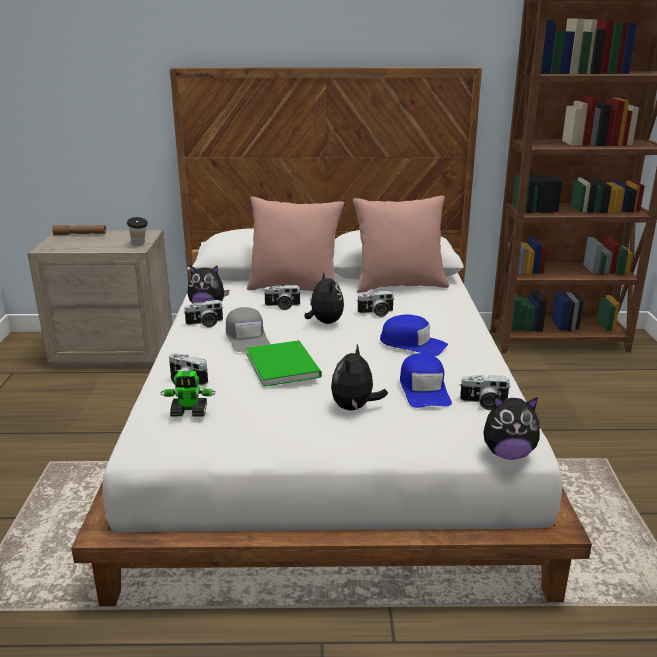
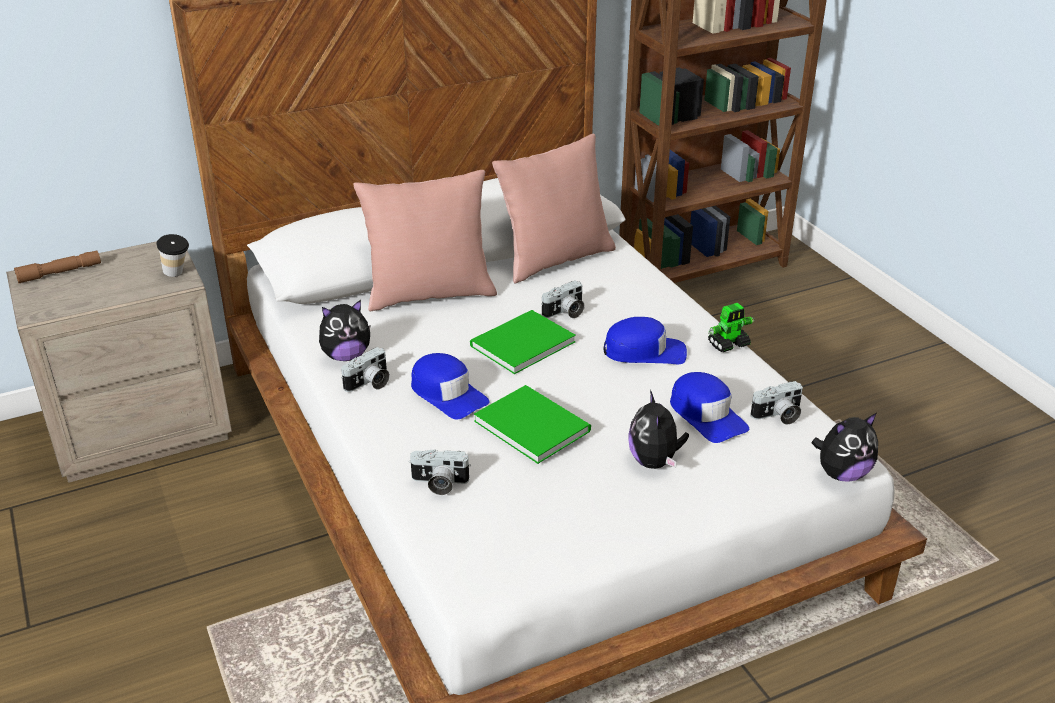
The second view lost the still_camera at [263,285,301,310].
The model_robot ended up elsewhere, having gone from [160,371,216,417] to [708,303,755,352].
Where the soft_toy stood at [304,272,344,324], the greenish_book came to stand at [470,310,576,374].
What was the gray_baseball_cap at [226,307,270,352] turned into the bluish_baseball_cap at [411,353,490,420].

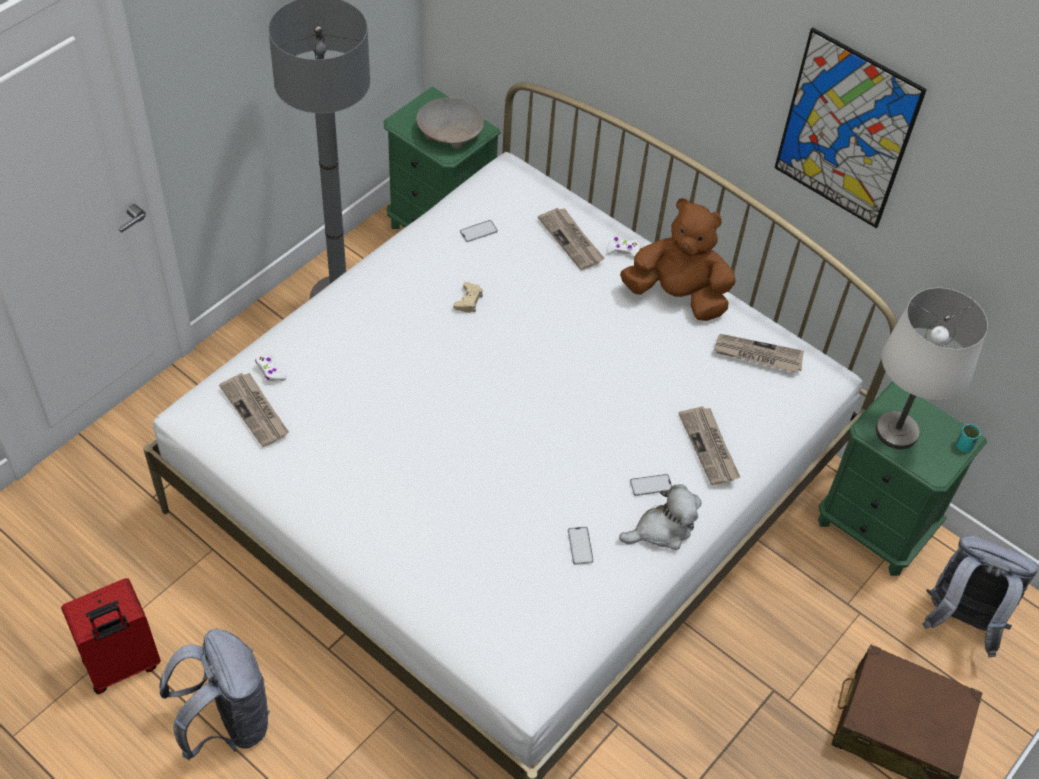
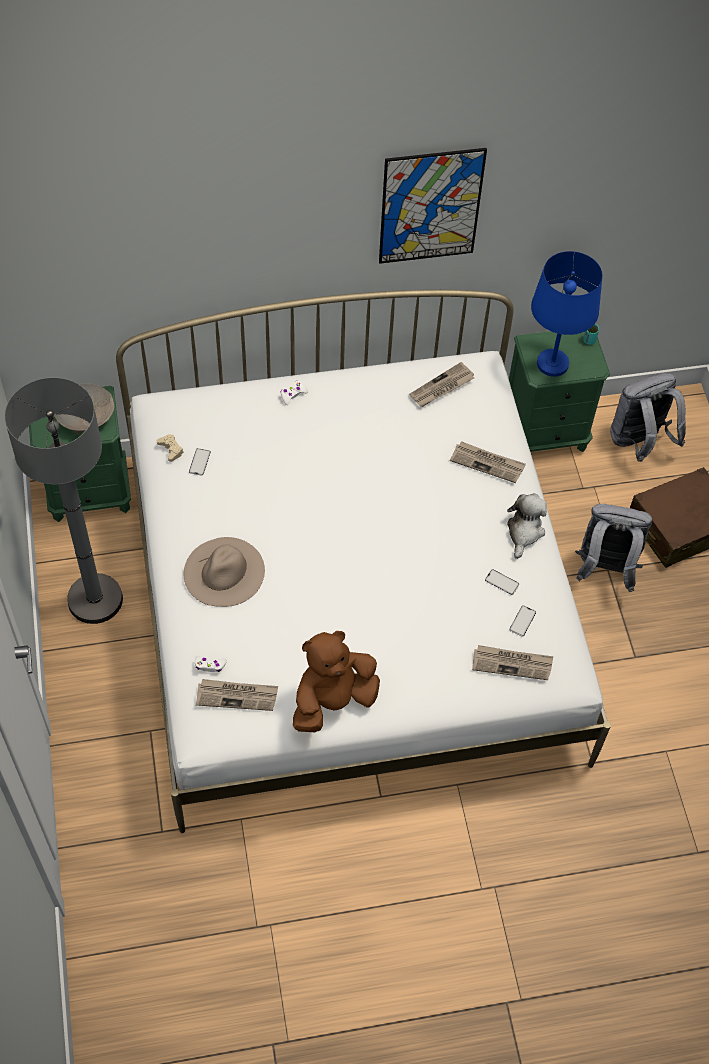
The second view lost the red_suitcase at [61,578,161,694].
The second view gained the sand-coloured_hat at [184,537,265,607].
The gray_rucksack ended up elsewhere, having gone from [160,629,270,761] to [575,504,652,592].
The sand-coloured_joypad ended up elsewhere, having gone from [453,282,483,313] to [157,434,184,462].
The newspaper ended up elsewhere, having gone from [538,208,605,270] to [472,645,553,680].
The brown_soft_toy ended up elsewhere, having gone from [620,198,736,321] to [293,631,380,732].
The telephone ended up elsewhere, having gone from [630,474,672,496] to [509,605,536,637].
What was the white_table_lamp at [876,288,988,449] turned into the bluish_table_lamp at [531,251,603,377].

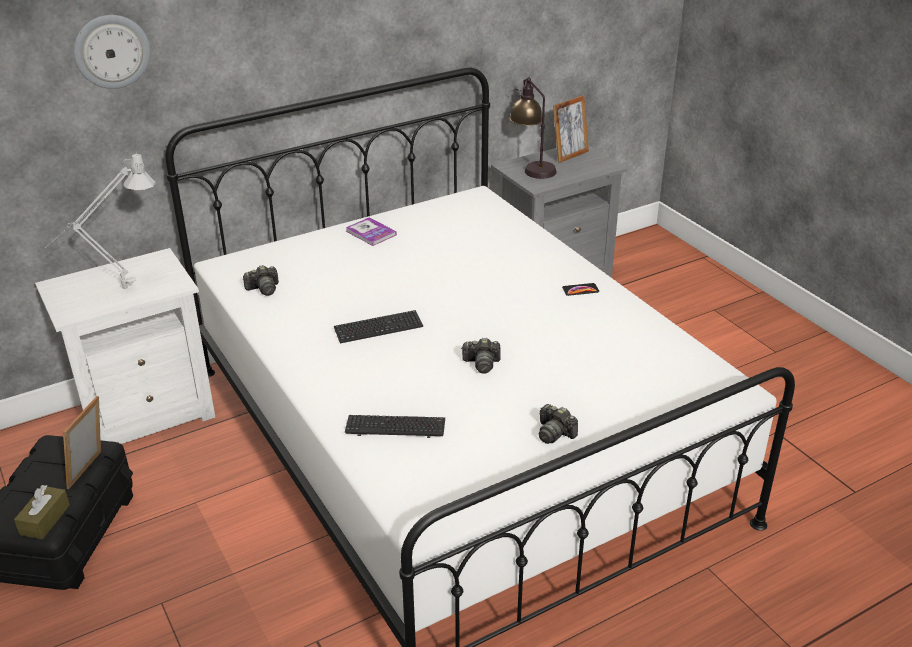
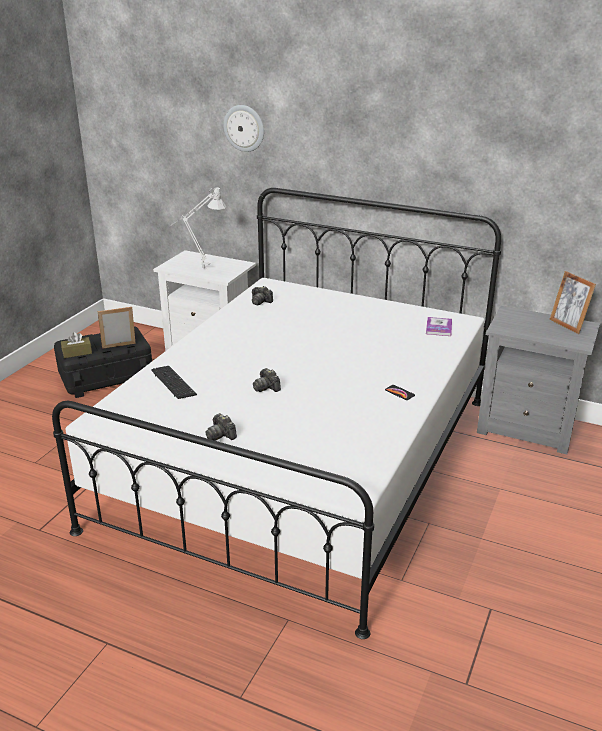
The second view lost the PC_keyboard at [334,310,423,343].
The second view lost the table_lamp at [510,77,557,179].
The book ended up elsewhere, having gone from [346,217,397,246] to [426,317,452,336].
The still_camera at [539,404,578,444] ended up facing another way, 45 degrees counterclockwise from before.
The standing_frame at [553,95,589,163] ended up facing another way, 45 degrees clockwise from before.

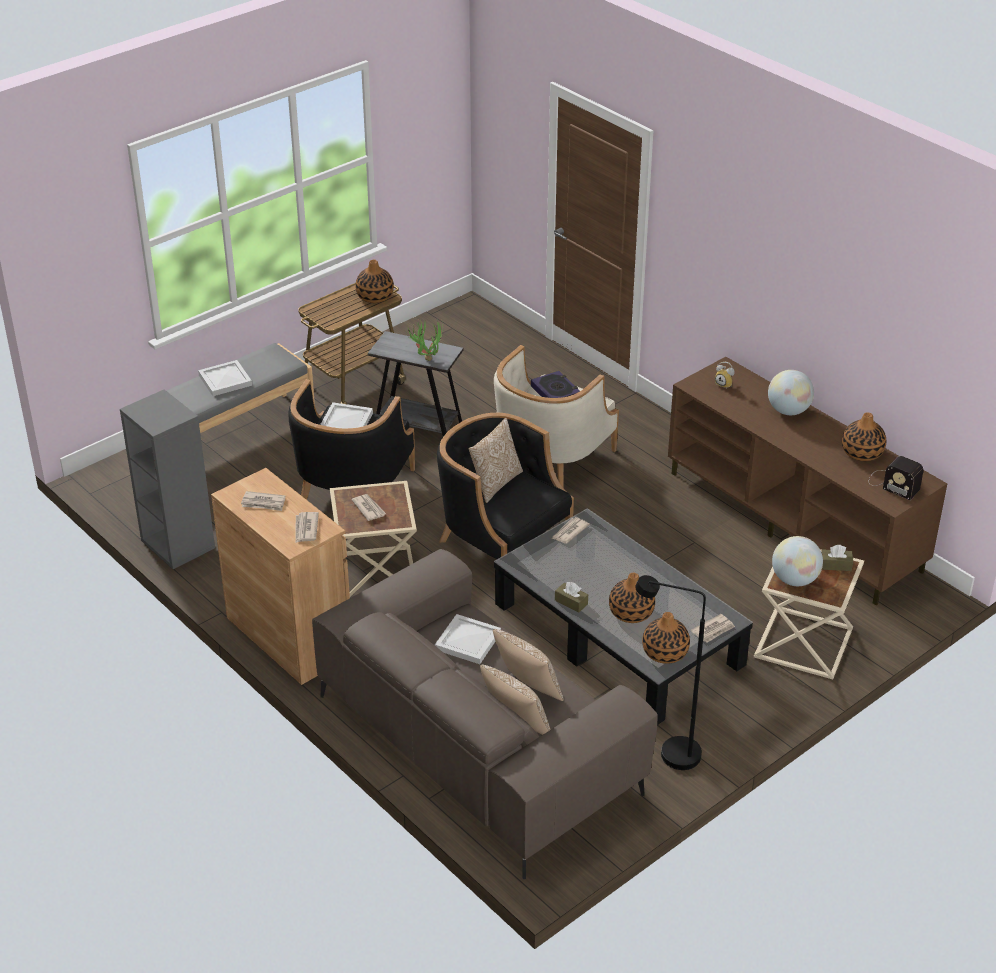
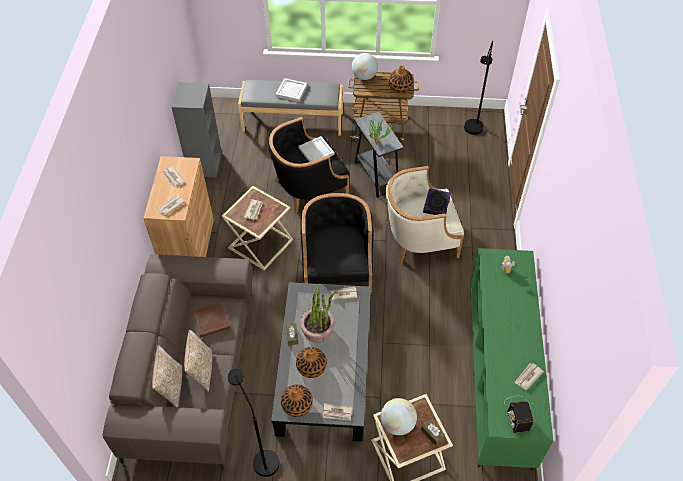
The second view lost the cushion at [469,418,523,503].
The second view gained the plant_in_a_pot at [300,286,338,343].
The second view gained the blackish_standing_lamp at [464,41,493,135].
The globe ended up elsewhere, having gone from [768,370,814,415] to [352,53,378,80].
Where the decorative_vase stood at [842,413,886,461], the newspaper came to stand at [514,363,544,390].
What was the white_carrying_tray at [435,614,501,664] turned into the brown_carrying_tray at [192,301,231,338].
What was the brown_media_console at [668,357,947,605] turned into the greenish_media_console at [470,248,553,471].

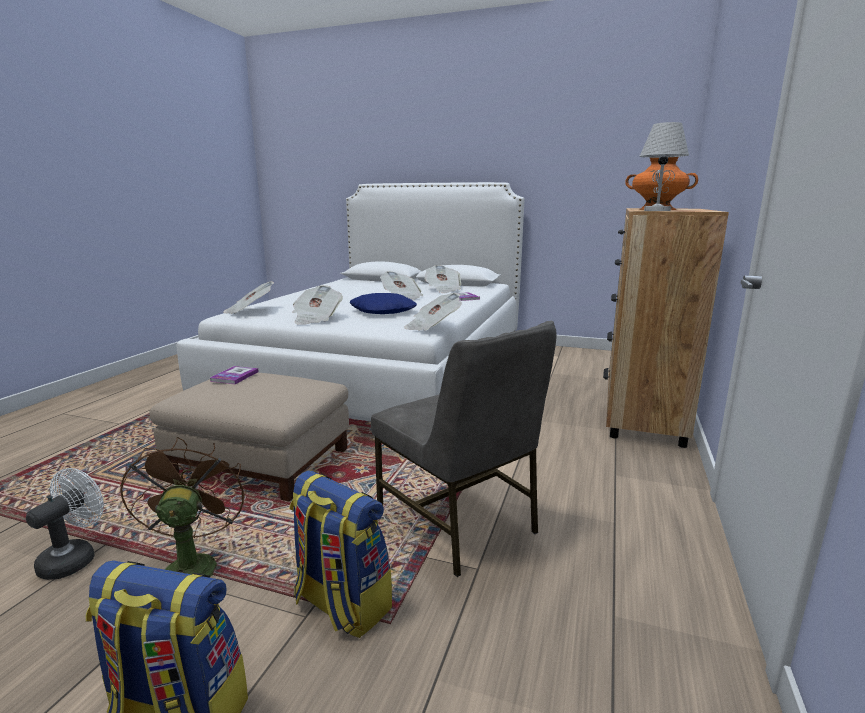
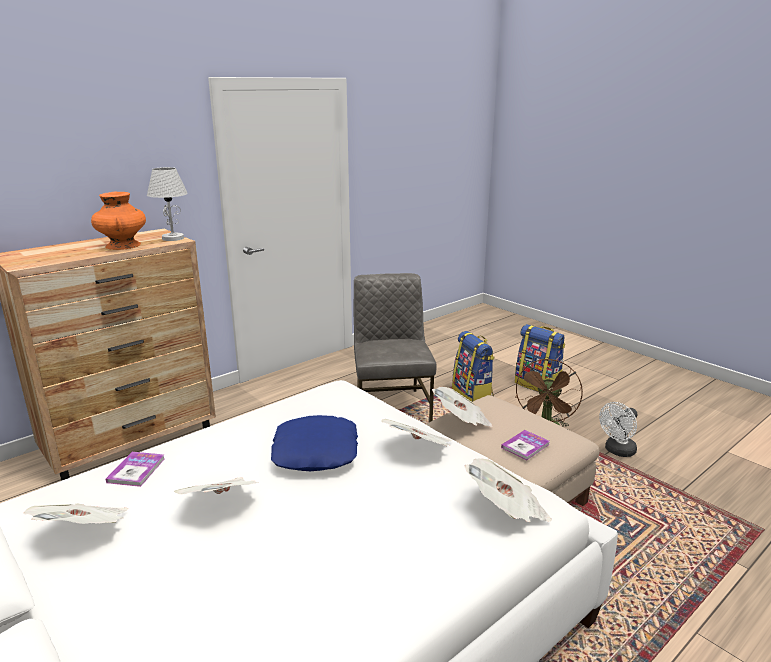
The newspaper ended up elsewhere, having gone from [404,293,462,331] to [432,387,493,427].

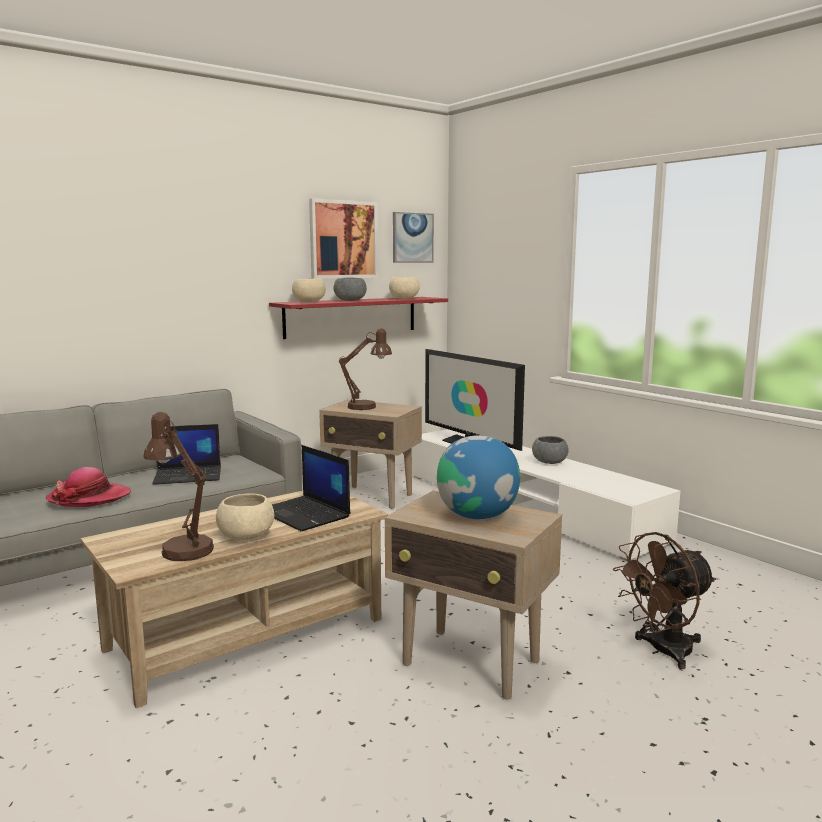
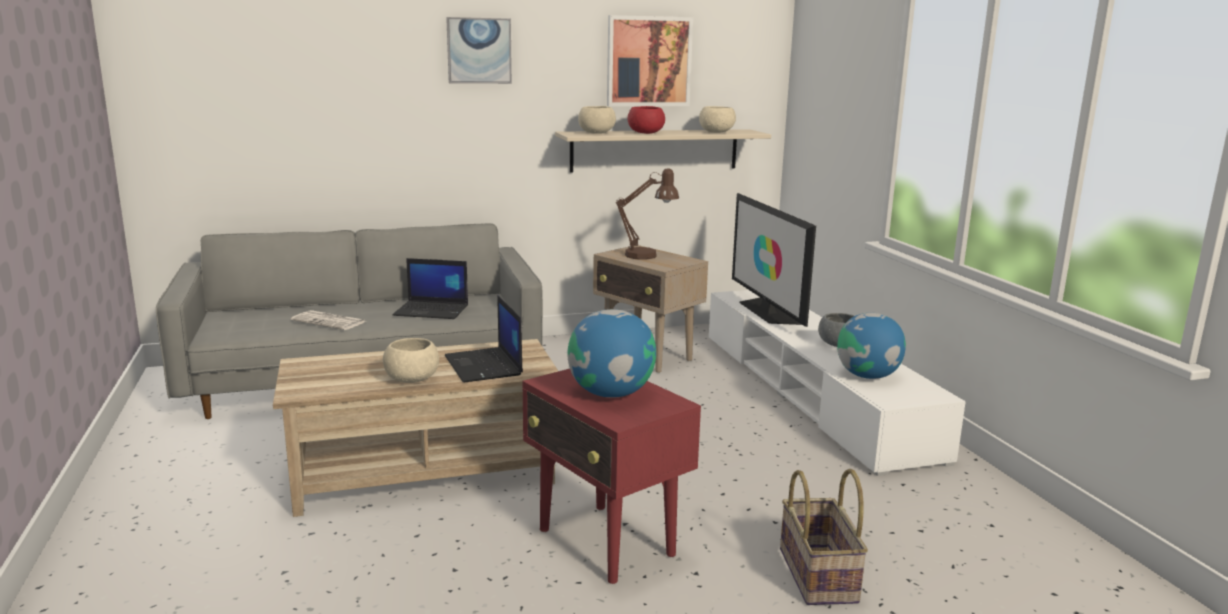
The second view lost the brown_table_lamp at [143,412,214,561].
The second view gained the globe at [837,313,906,379].
The wall_art ended up elsewhere, having gone from [393,212,434,263] to [446,17,512,84].
Where the hat stood at [45,467,131,507], the newspaper came to stand at [291,310,366,330].
Where the brown_fan stood at [613,532,716,669], the household_basket came to stand at [780,469,868,605].
What was the red_wall_shelf at [269,297,448,339] turned into the sand-coloured_wall_shelf at [555,129,771,172].
What was the gray_serving_bowl at [333,278,367,301] turned into the red_serving_bowl at [628,106,665,134].
What was the sand-coloured_accent_table at [385,490,562,700] turned into the red_accent_table at [523,369,701,584].

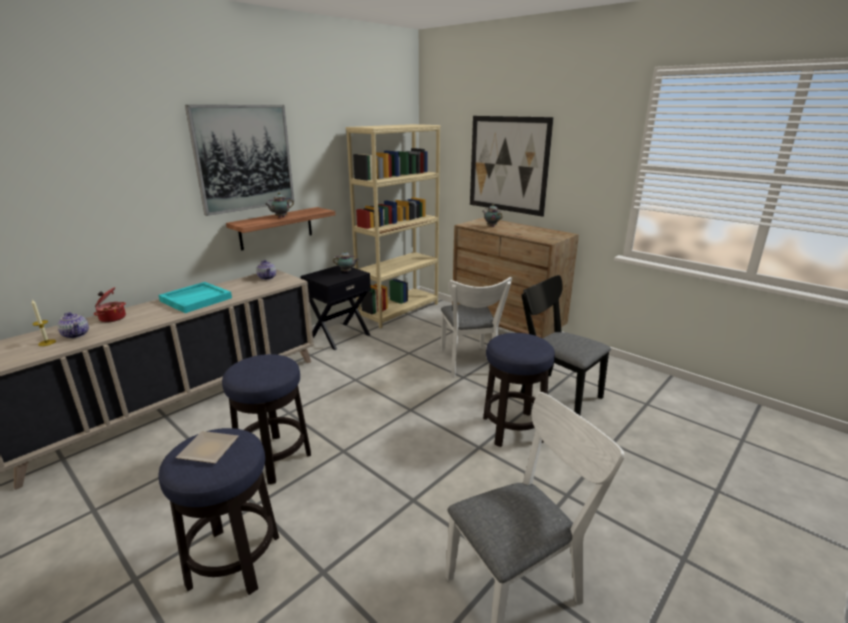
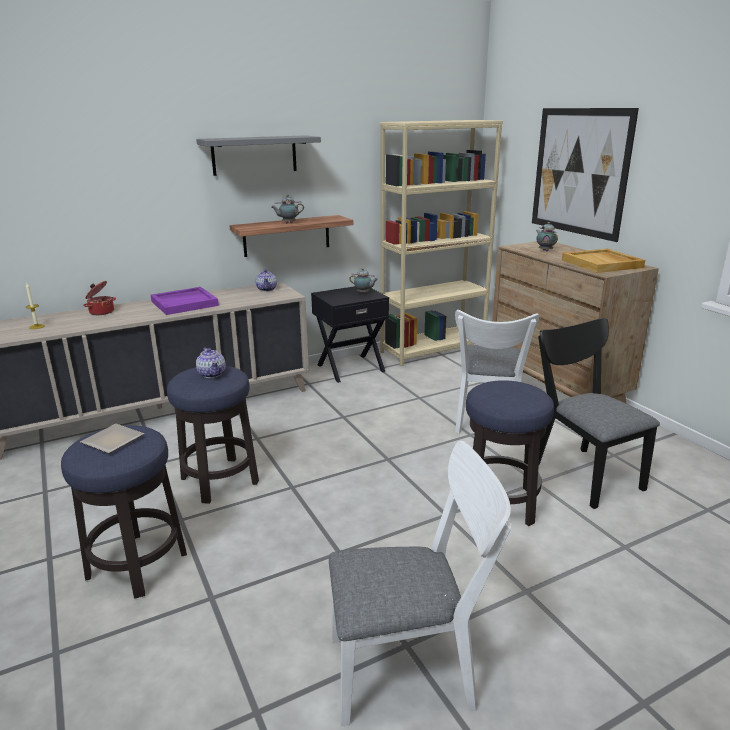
The second view gained the sand-coloured_carrying_tray at [562,249,645,273].
The tea_pot ended up elsewhere, having gone from [57,312,89,339] to [196,348,226,378].
Where the wall_art hung at [185,105,294,216], the gray_wall_shelf came to hang at [196,135,321,176].
What was the blue-green_carrying_tray at [158,282,232,313] turned into the purple-coloured_carrying_tray at [151,287,219,315].

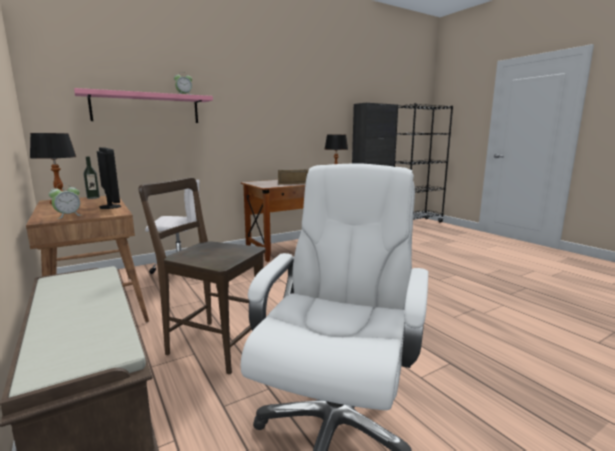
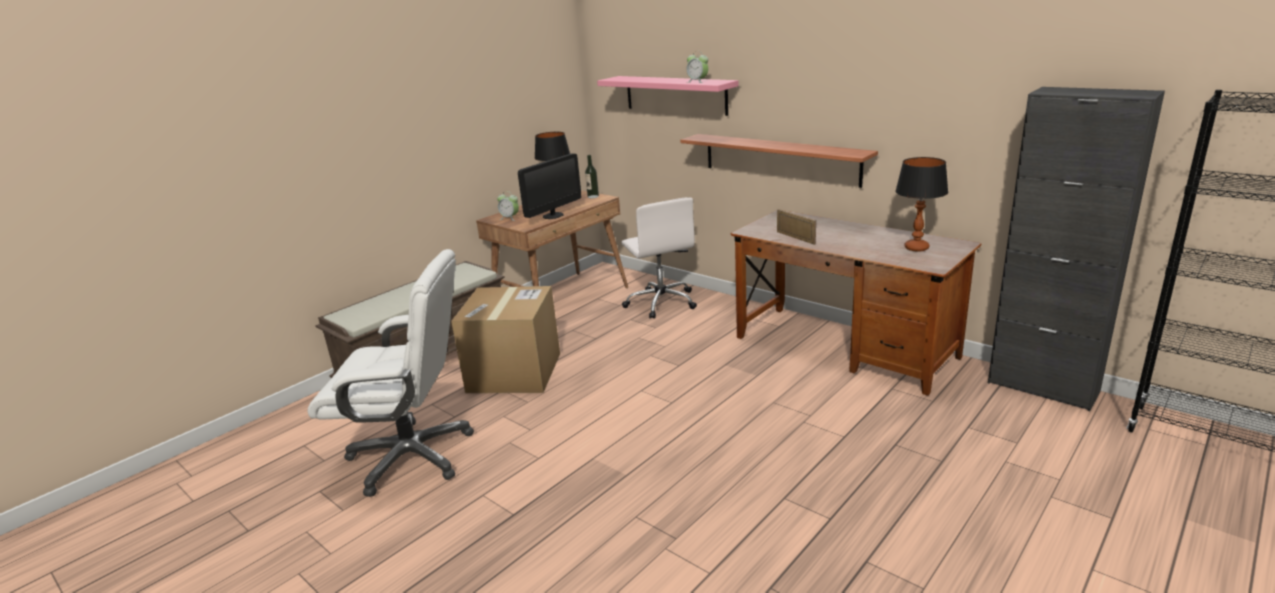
The second view gained the wall_shelf at [680,134,878,188].
Where the brown_plain_chair stood at [139,177,266,374], the carton came to stand at [451,286,560,393].

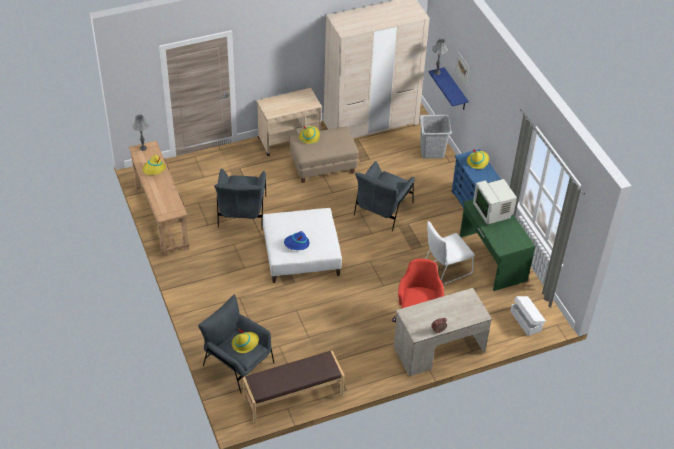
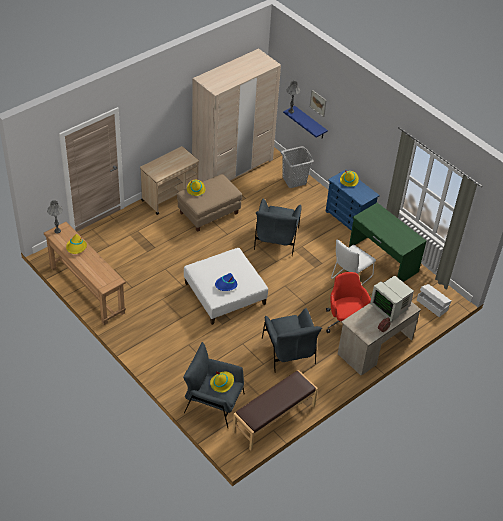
The gray_easy_chair ended up elsewhere, having gone from [214,168,266,230] to [262,308,322,373].
The computer_screen ended up elsewhere, having gone from [473,179,517,225] to [370,275,414,322].

